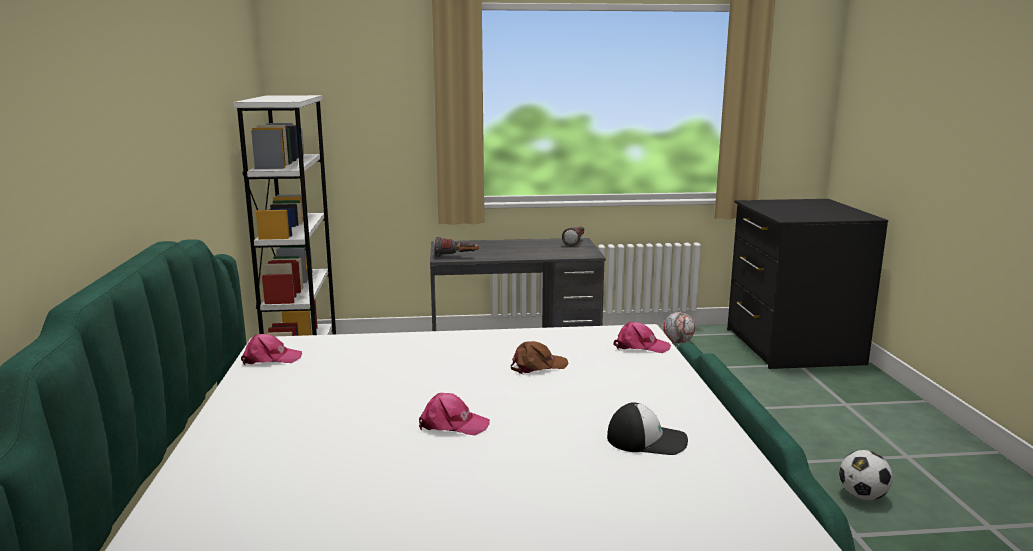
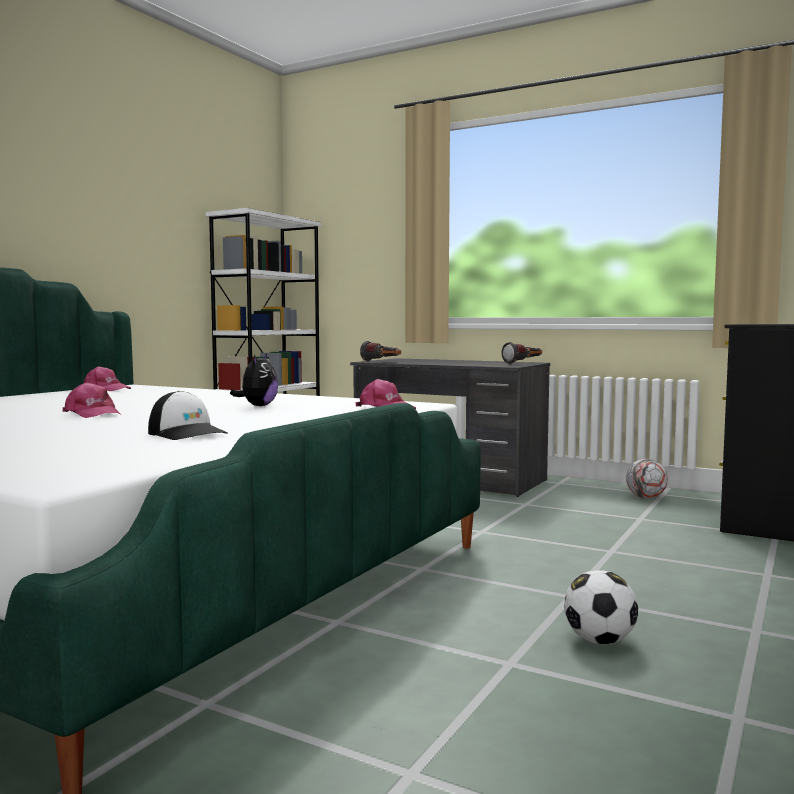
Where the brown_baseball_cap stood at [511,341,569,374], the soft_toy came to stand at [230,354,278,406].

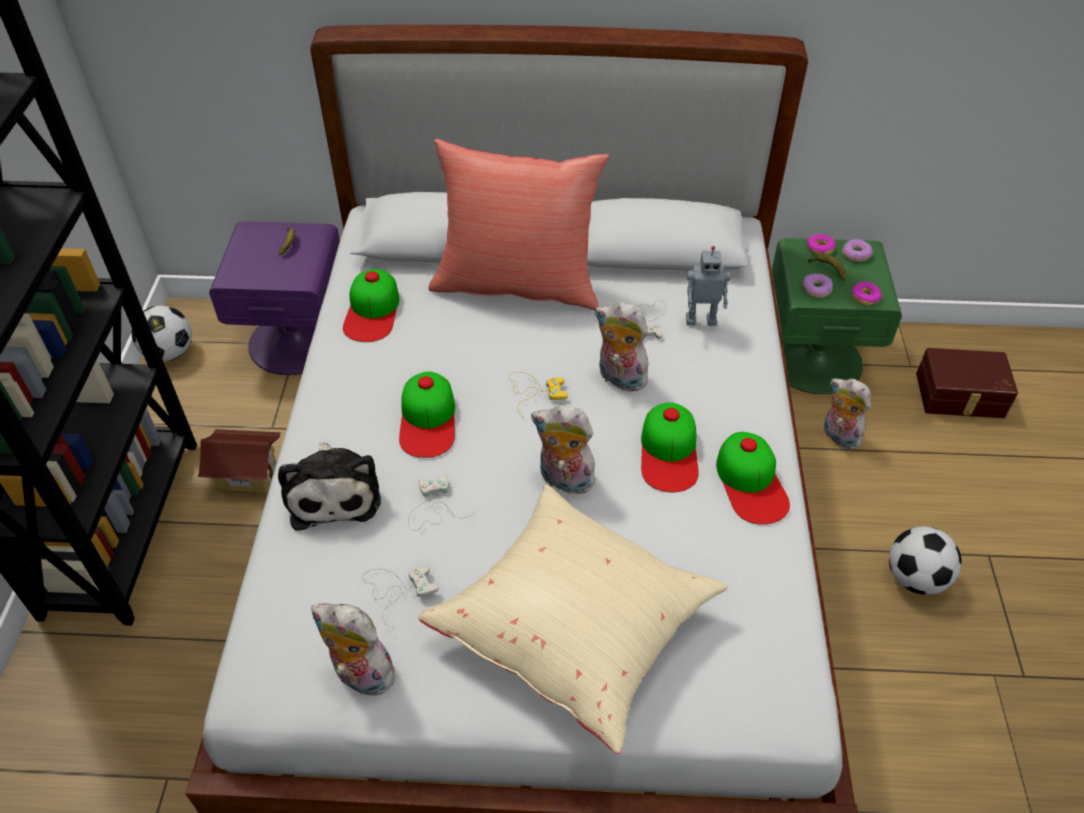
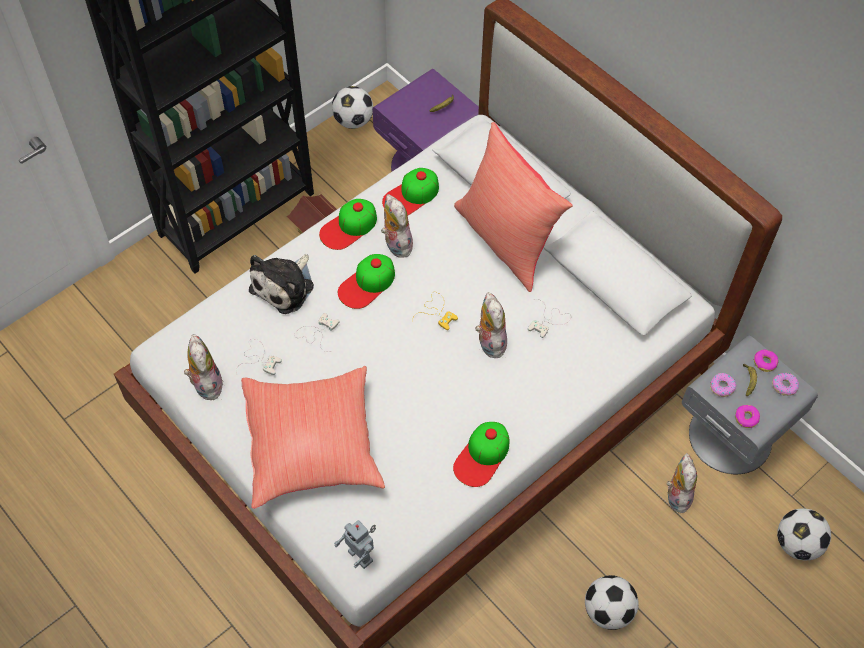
The soft_toy ended up elsewhere, having gone from [531,405,598,494] to [381,194,414,258].
The baseball_cap ended up elsewhere, having gone from [641,402,699,492] to [319,199,377,250].
The model_robot ended up elsewhere, having gone from [686,246,731,326] to [334,520,376,569].
Where the brown_storage_bin stood at [916,348,1018,418], the football came to stand at [777,508,831,560].
What was the sand-coloured_cushion at [418,485,728,754] turned into the red_cushion at [241,366,385,509].
What was the greenish_bedside_table at [772,238,902,394] turned into the gray_bedside_table at [682,335,818,474].

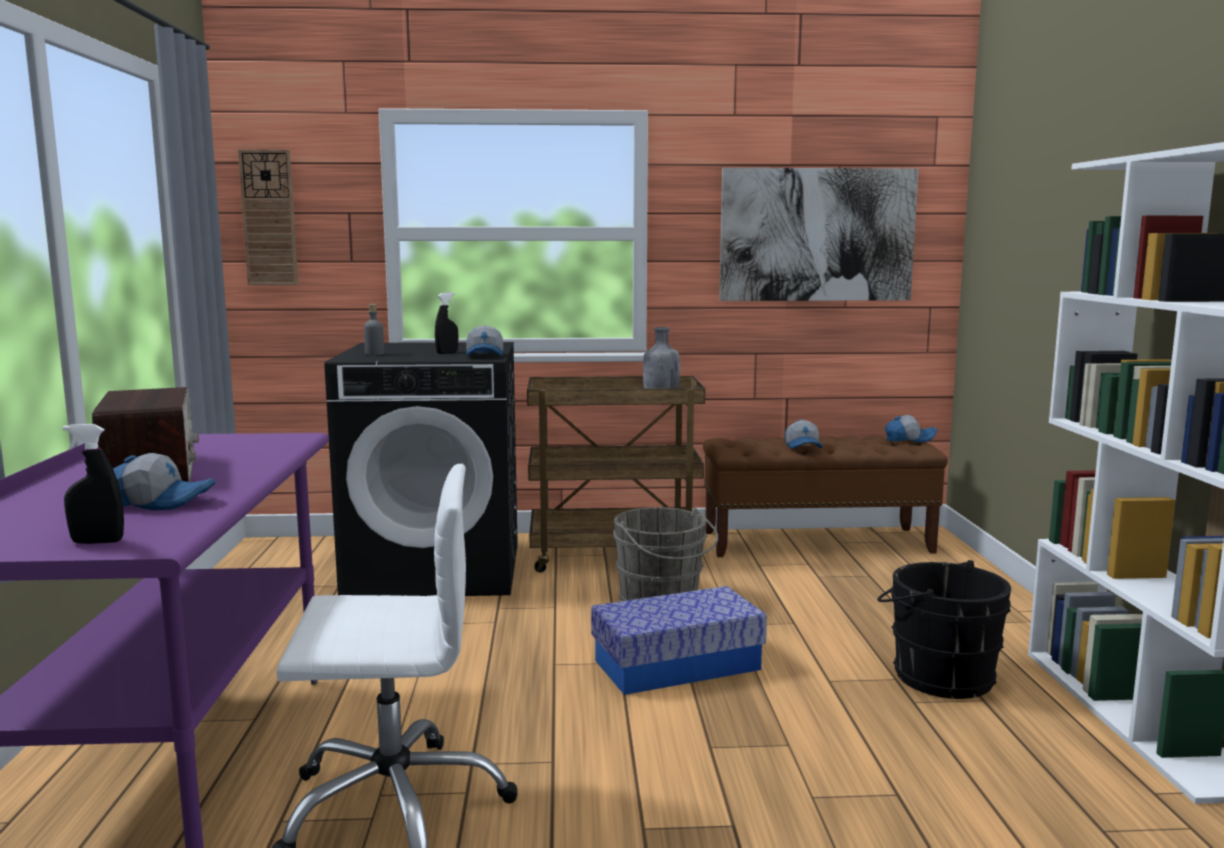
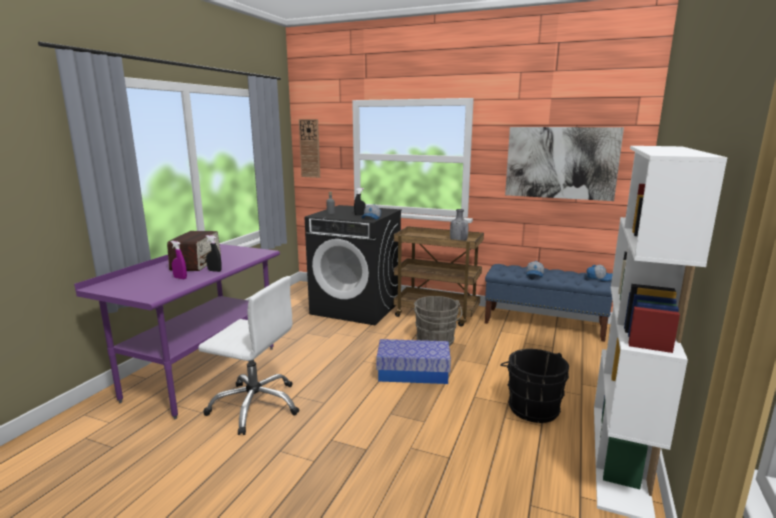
The blackish_spray_bottle ended up elsewhere, having gone from [63,424,124,544] to [205,235,222,272].
Where the baseball_cap stood at [113,453,215,510], the purple-coloured_spray_bottle came to stand at [170,241,187,280].
What was the brown_bench at [703,436,948,557] turned into the bluish_bench at [485,264,612,342].

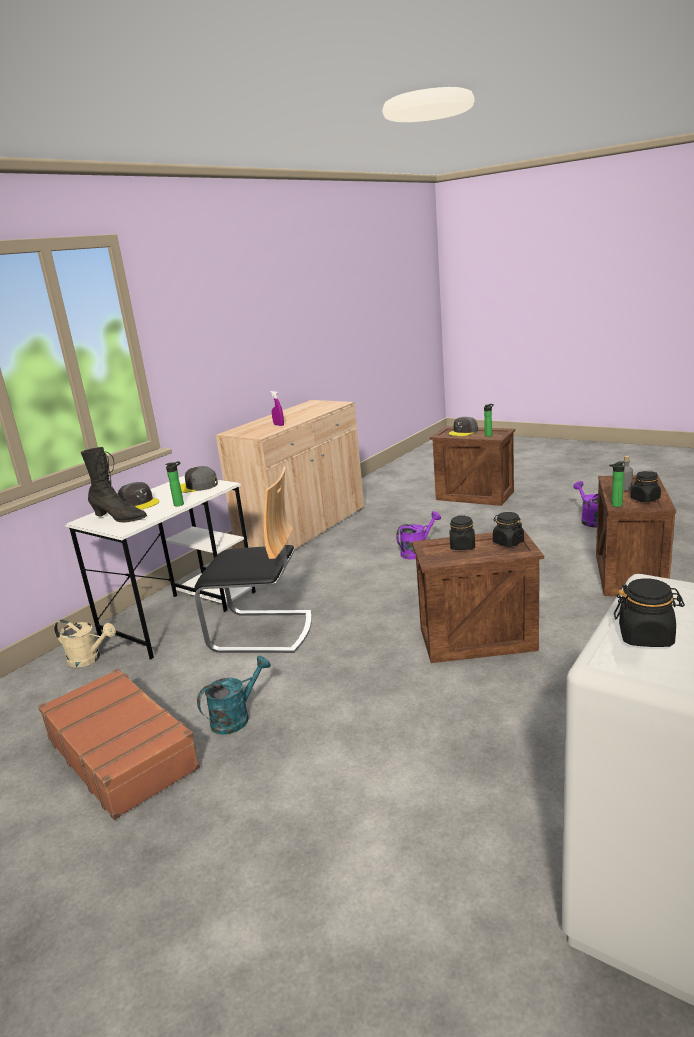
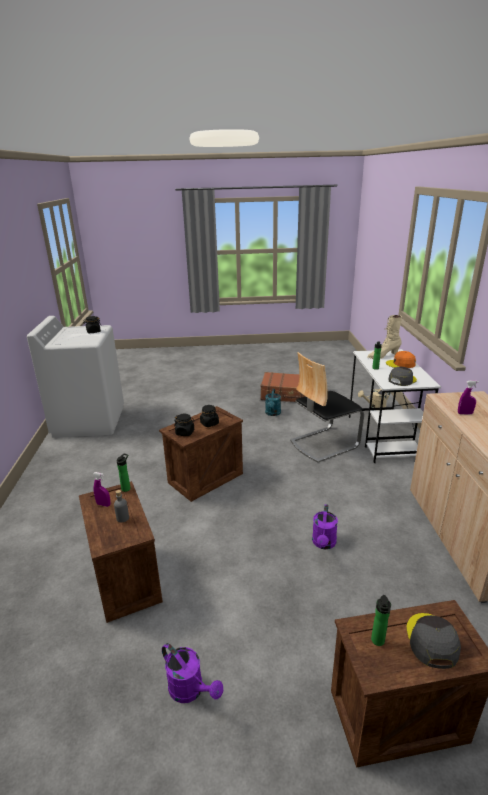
Where the blackish_jar stood at [630,471,661,502], the purple-coloured_spray_bottle came to stand at [93,472,110,507].
What was the blackish_tall_boot at [81,447,147,523] turned into the sand-coloured_tall_boot at [367,315,402,359].
What was the gray_baseball_cap at [118,482,159,510] turned into the orange-coloured_baseball_cap at [386,351,416,368].

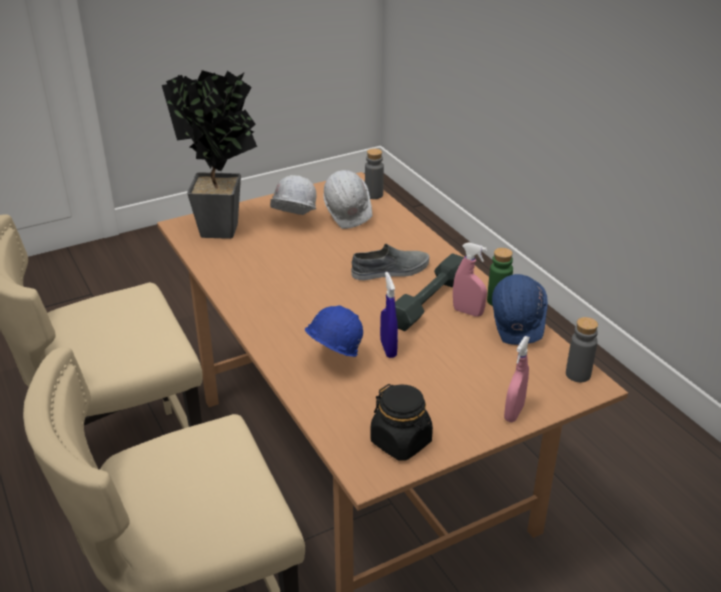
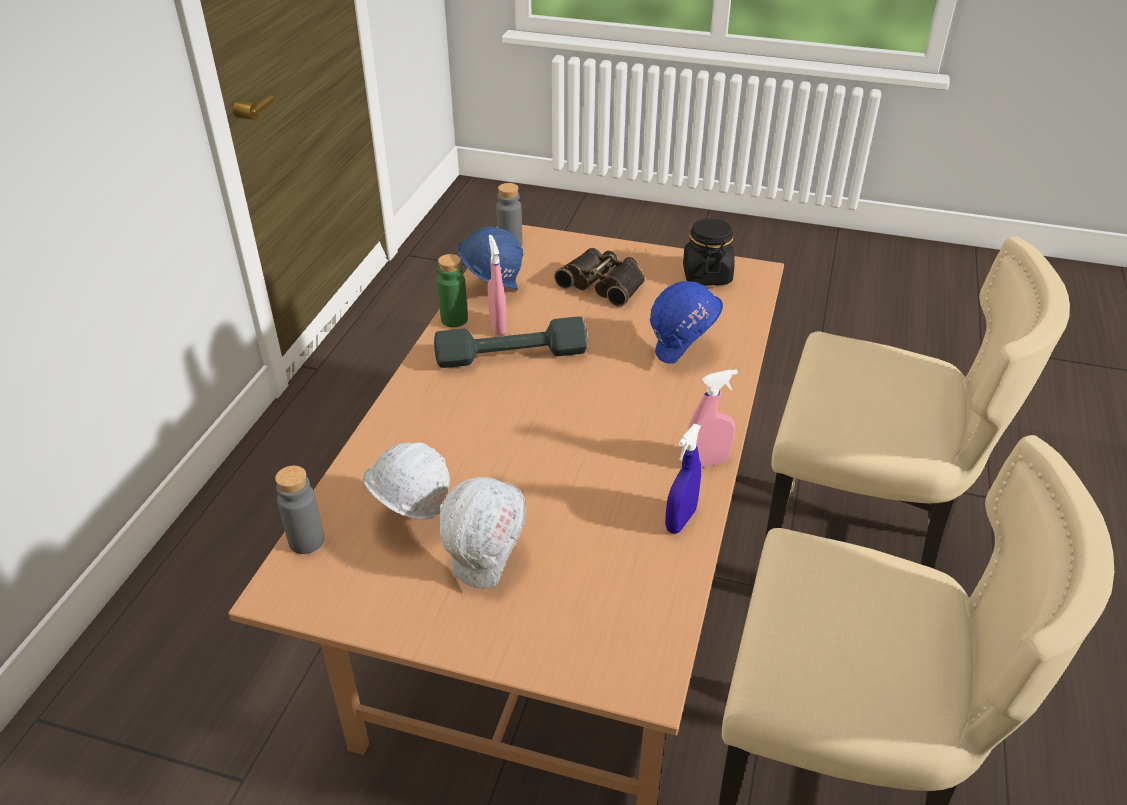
The second view lost the plant_in_a_pot at [162,70,257,239].
The second view lost the gray_item_of_footwear at [351,244,429,280].
The second view gained the binoculars at [554,248,645,307].
The bluish_spray_bottle ended up elsewhere, having gone from [380,272,398,358] to [665,424,701,534].
The pinkish_spray_bottle ended up elsewhere, having gone from [504,336,530,422] to [688,369,738,468].

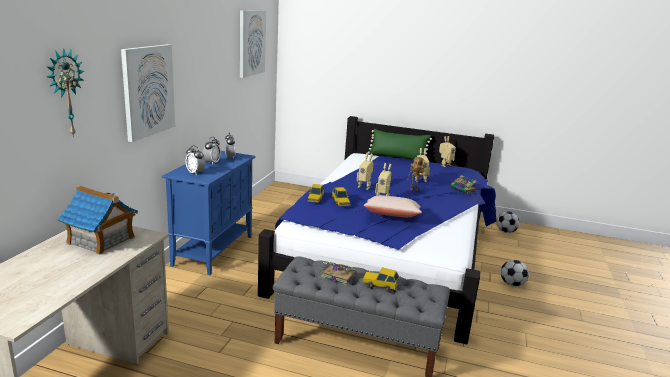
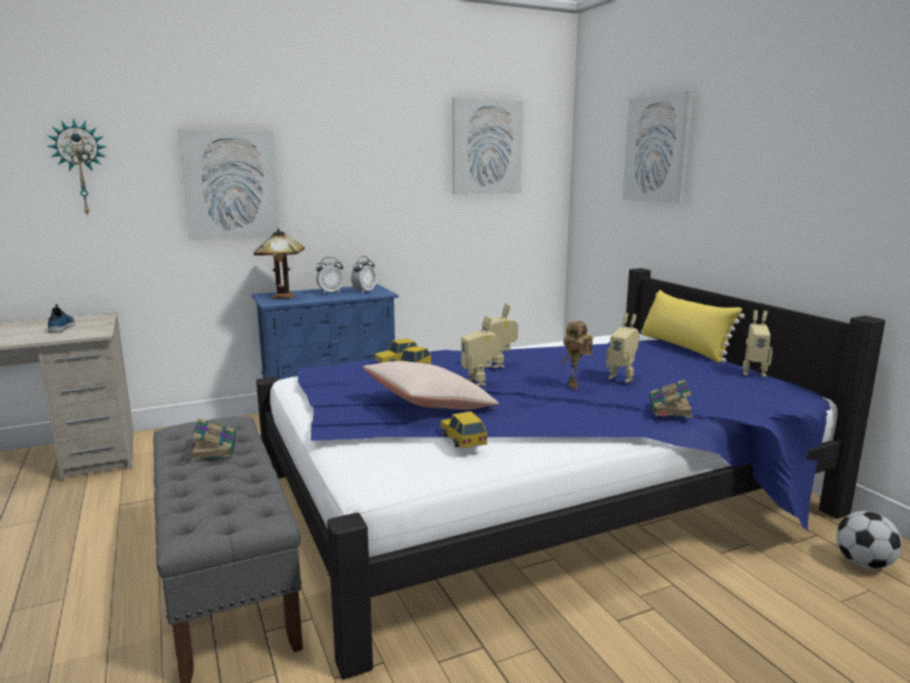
The second view lost the football at [501,260,529,287].
The second view gained the wall_art at [622,91,694,204].
The miniature_car ended up elsewhere, having gone from [362,267,399,290] to [440,411,488,449].
Where the miniature_house stood at [58,186,138,255], the item_of_footwear came to stand at [48,304,75,333].
Where the table_clock stood at [185,145,205,175], the table_lamp came to stand at [254,229,305,299].
What was the greenish_cushion at [367,129,432,160] turned into the yellow_cushion at [641,290,745,363].

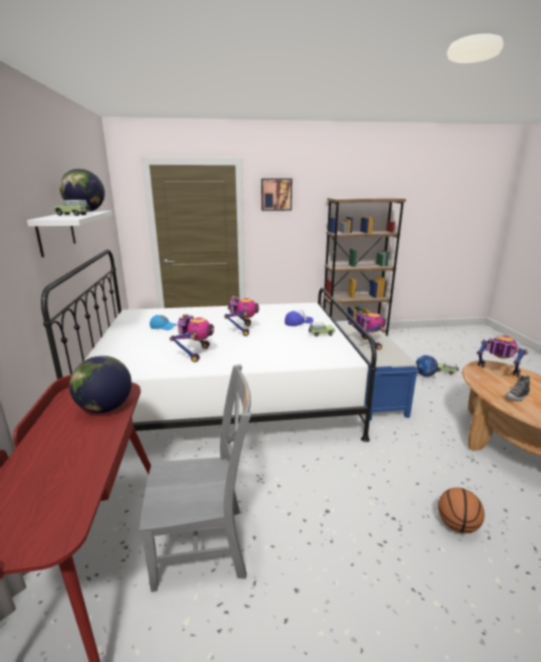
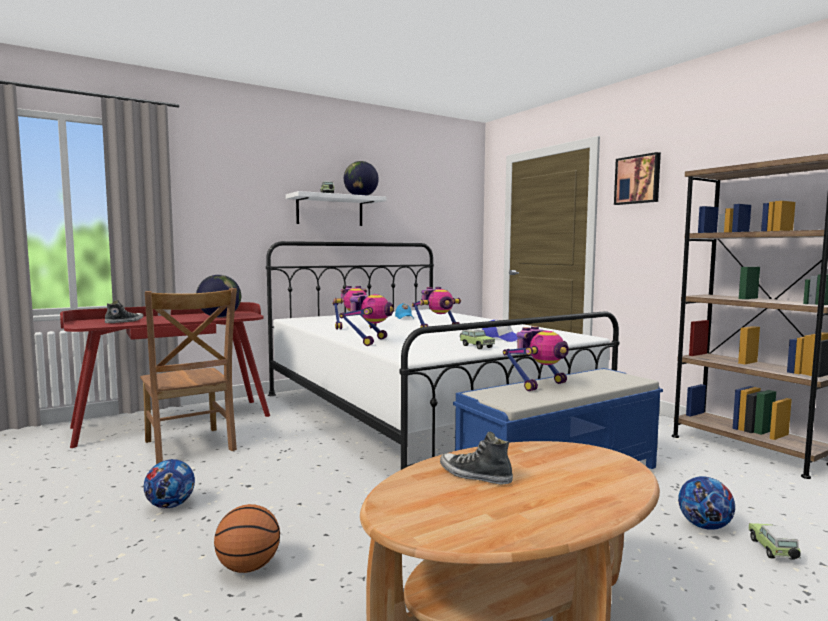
The second view gained the item_of_footwear at [105,300,143,323].
The second view gained the football at [144,459,195,508].
The model_robot ended up elsewhere, having gone from [477,335,528,377] to [339,292,394,346].
What was the gray_plain_chair at [139,364,252,592] turned into the brown_plain_chair at [140,288,237,464].

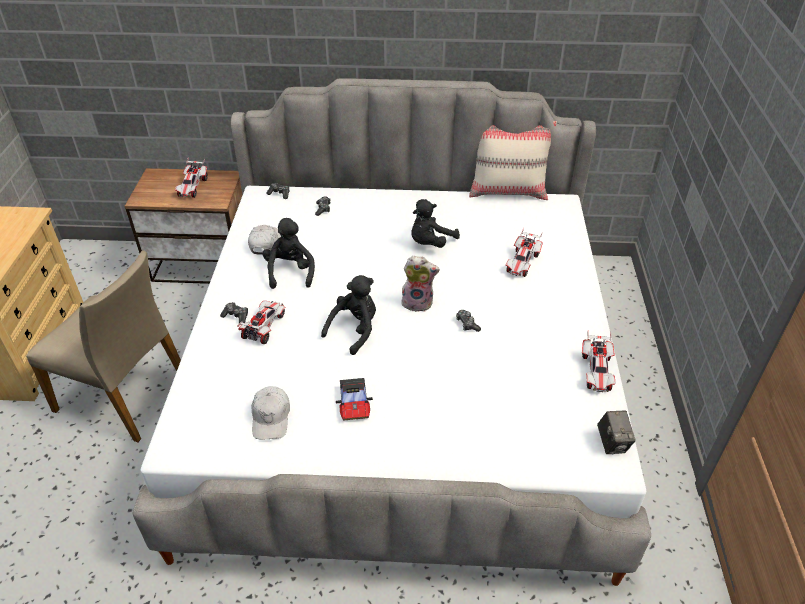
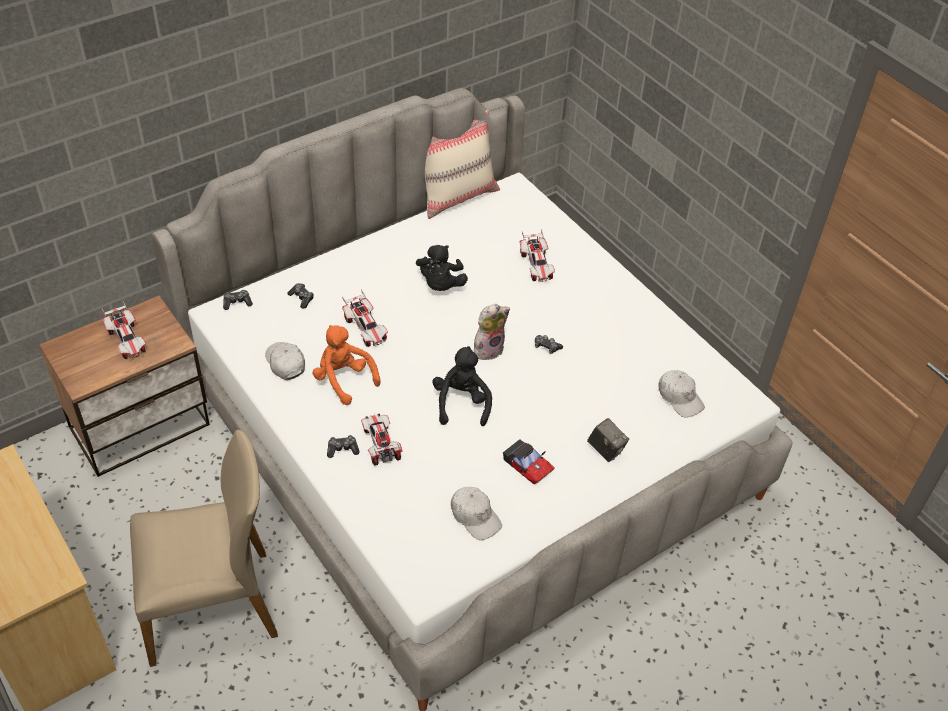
The second view gained the white_baseball_cap at [658,370,705,418].
The miniature_car ended up elsewhere, having gone from [582,332,615,392] to [342,289,388,347].
The still_camera ended up elsewhere, having gone from [597,410,636,455] to [587,418,629,462].
What was the blackish_soft_toy at [262,218,315,289] turned into the orange-coloured_soft_toy at [313,325,380,405].

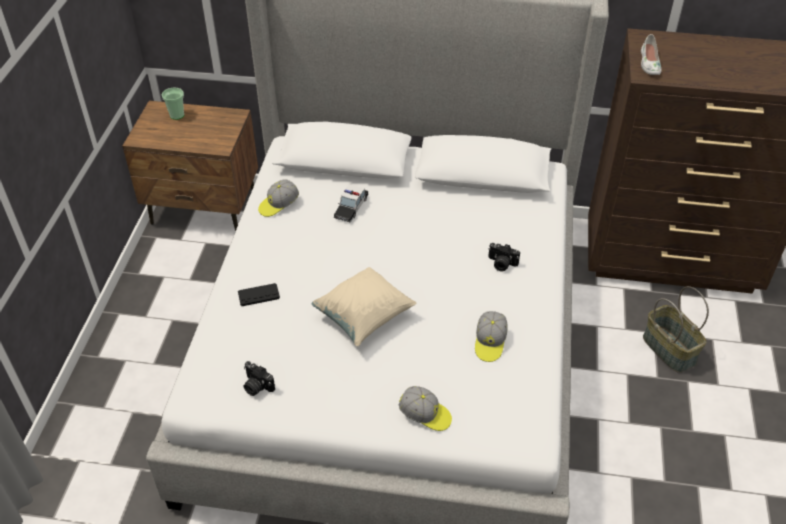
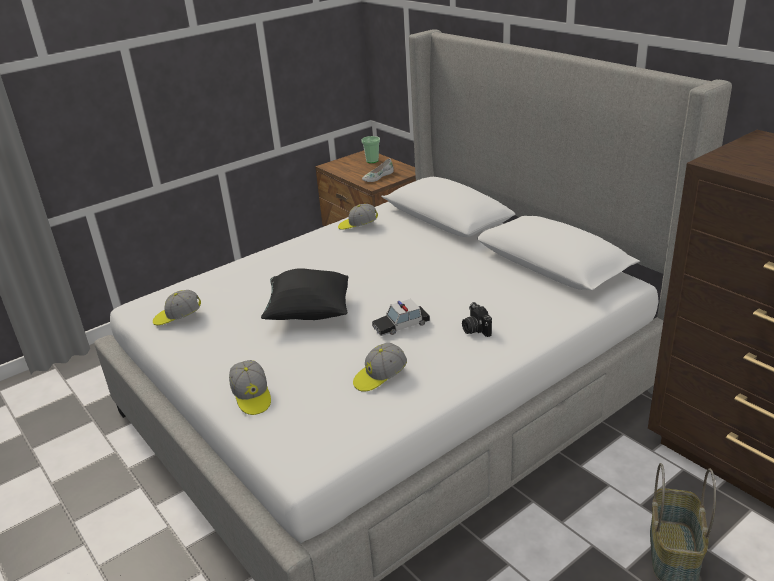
The second view lost the blackish_joypad at [238,283,280,306].
The miniature_car ended up elsewhere, having gone from [334,184,368,223] to [372,299,430,336].
The white_item_of_footwear ended up elsewhere, having gone from [641,34,662,75] to [362,158,394,182].
Where the still_camera stood at [244,361,275,396], the baseball_cap came to stand at [153,290,201,325].
What was the sand-coloured_cushion at [312,267,417,346] turned into the blackish_cushion at [261,268,348,320].

